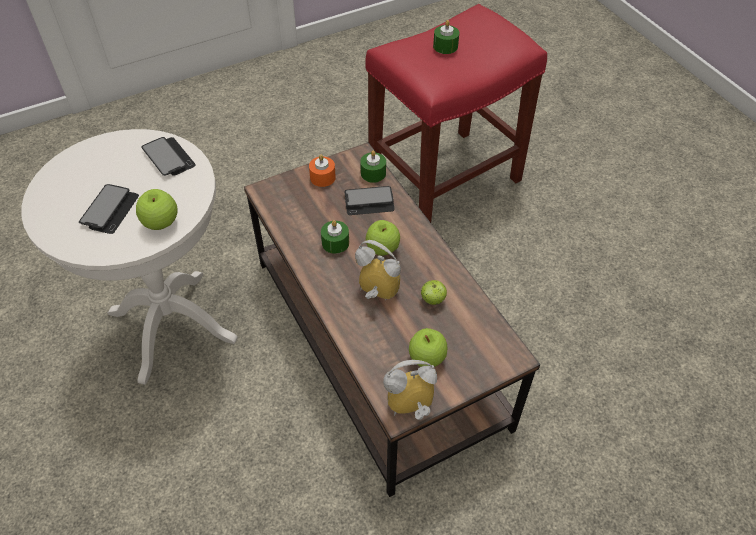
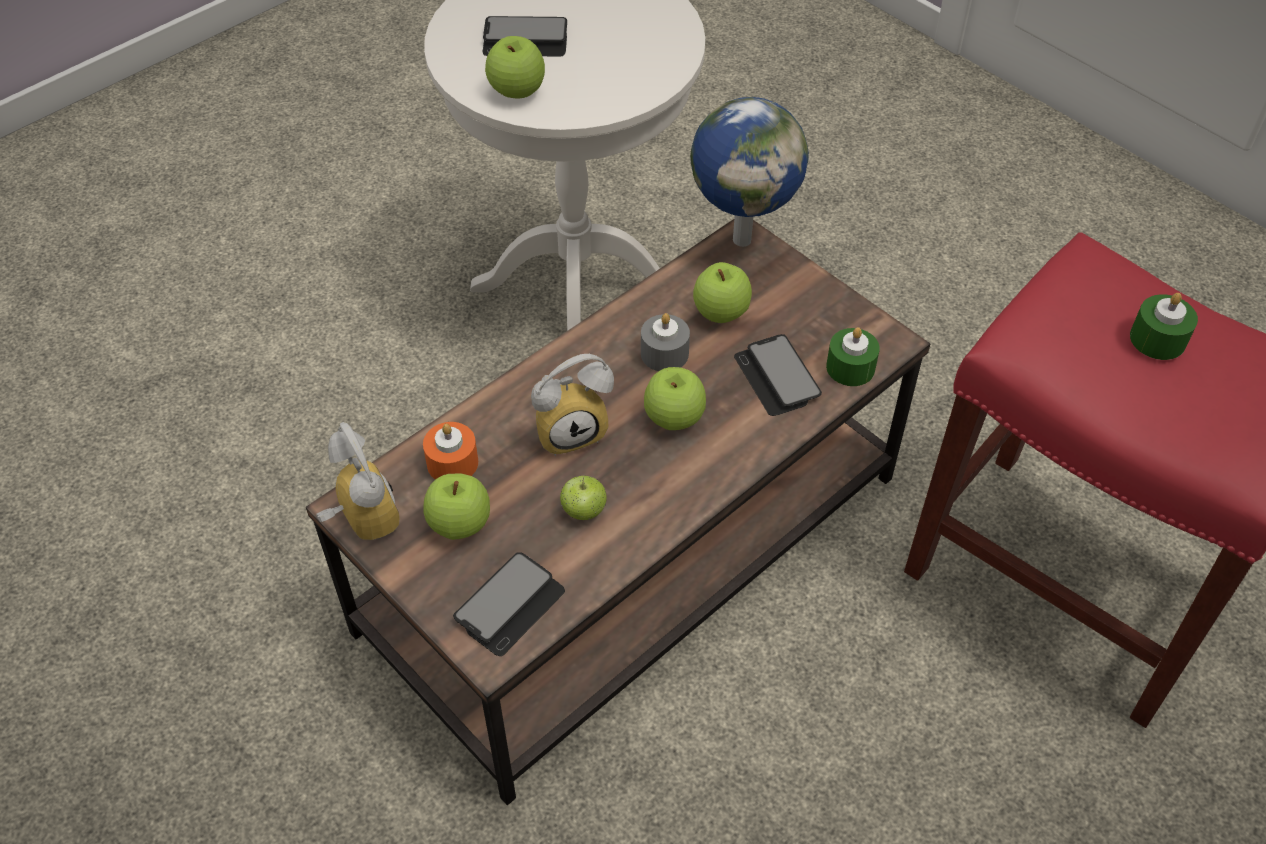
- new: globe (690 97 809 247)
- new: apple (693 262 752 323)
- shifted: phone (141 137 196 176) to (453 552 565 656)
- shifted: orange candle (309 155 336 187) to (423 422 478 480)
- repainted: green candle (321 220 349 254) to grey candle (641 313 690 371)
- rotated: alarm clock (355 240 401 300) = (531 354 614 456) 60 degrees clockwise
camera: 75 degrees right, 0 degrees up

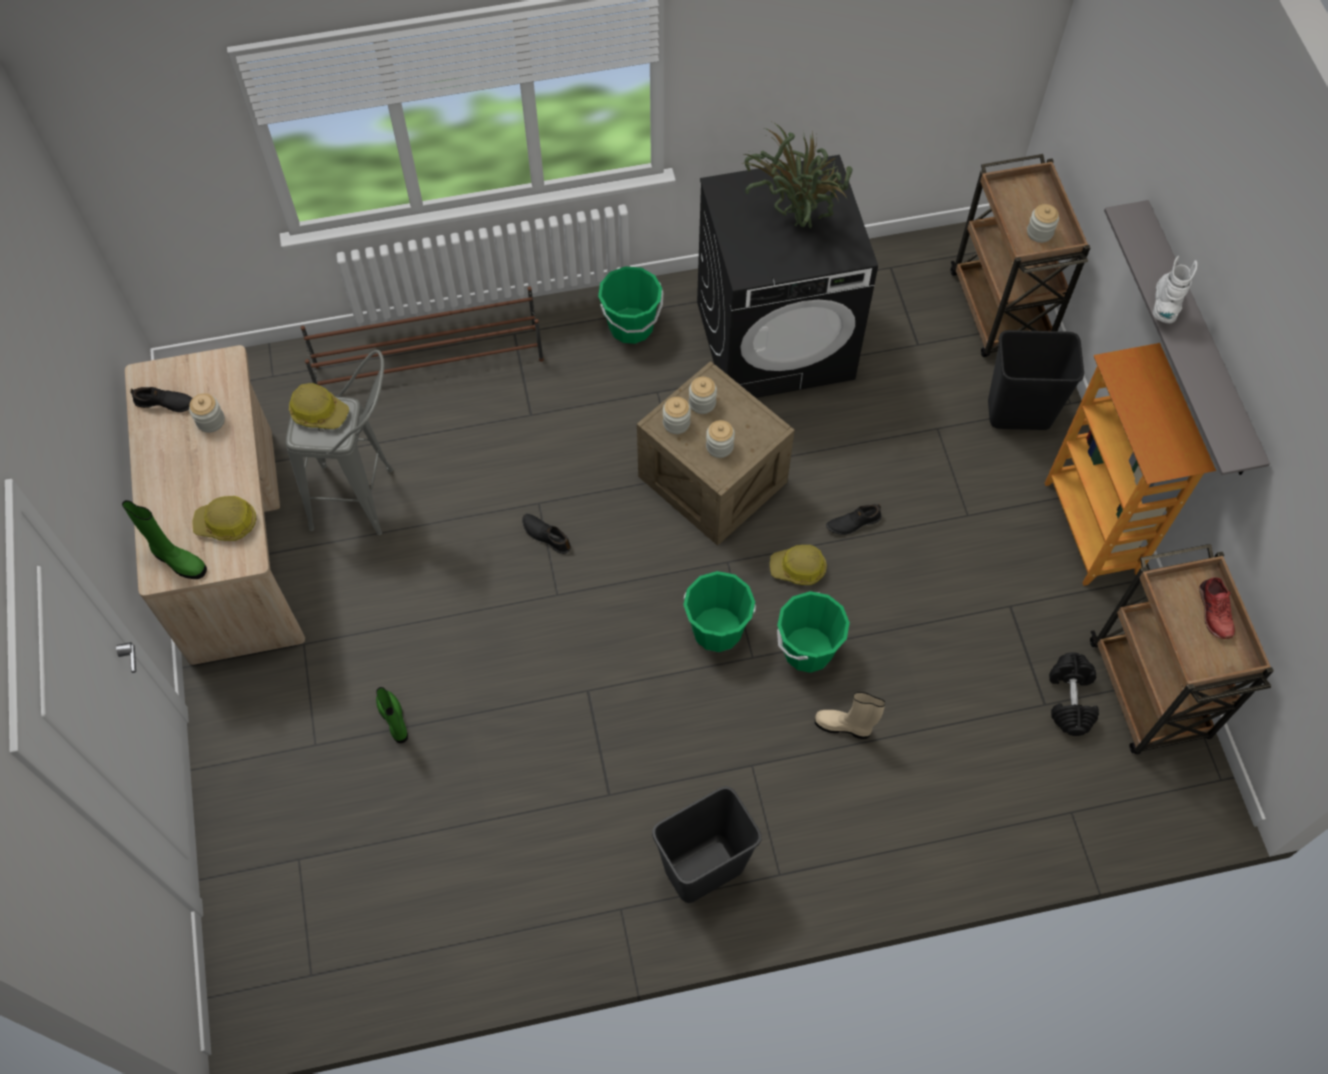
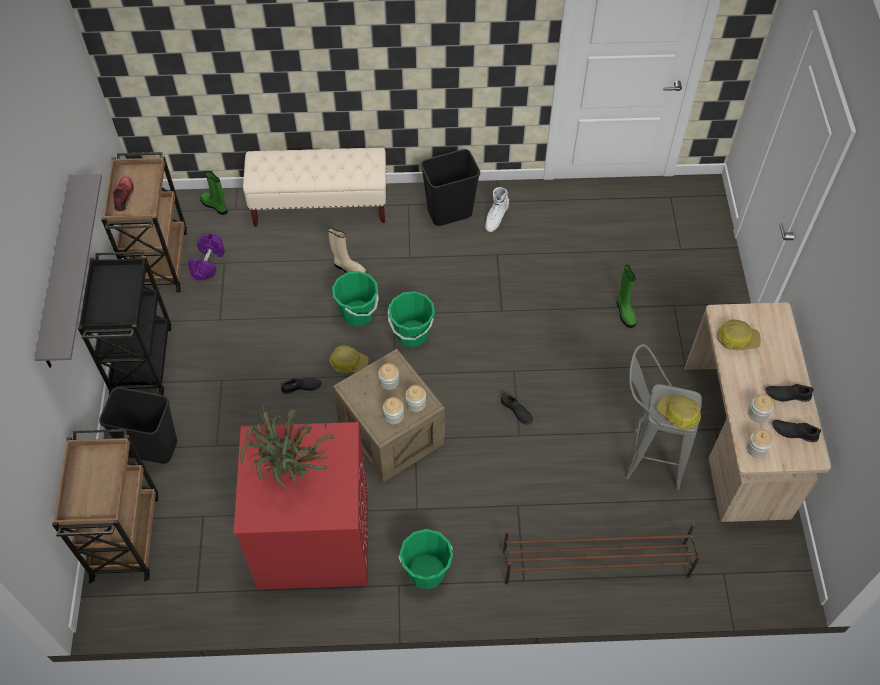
- new: beige bench (243 148 387 227)
- new: black shoe (765 384 814 402)
- shifted: green boot (122 500 207 579) to (200 171 228 215)
- shifted: jar (1027 204 1059 243) to (746 429 773 458)
- shifted: white boot (1153 256 1197 323) to (485 187 509 232)
- swapped: bookcase (1045 343 1216 586) to black cart (78 251 172 395)
- repainted: black washing machine (697 155 878 398) to red washing machine (234 422 368 590)
- repainted: black dumbbell (1049 652 1099 736) to purple dumbbell (188 233 225 281)
camera: 170 degrees left, 5 degrees down

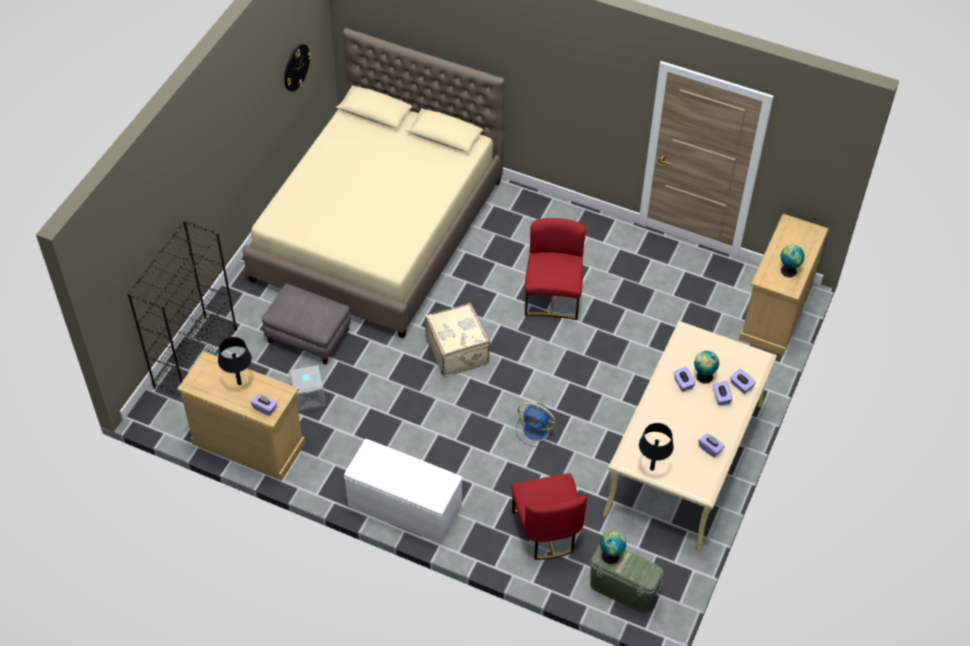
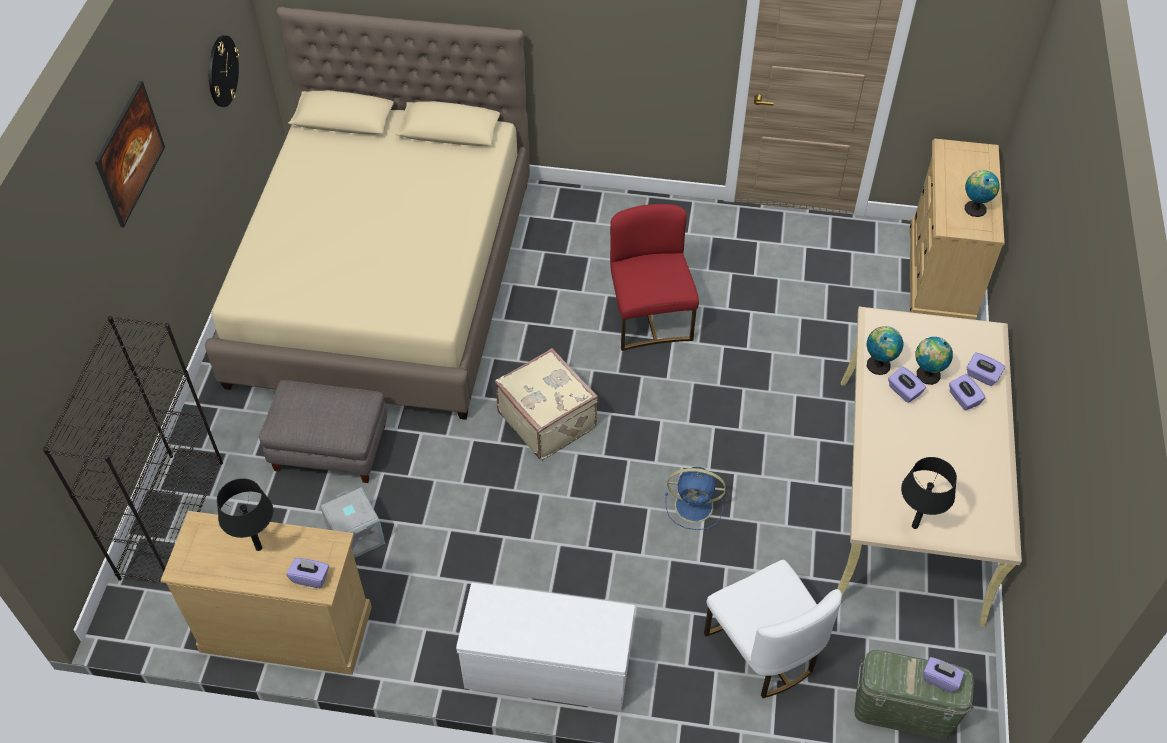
- new: picture (95 81 165 227)
- shifted: globe (600 530 626 564) to (867 326 904 375)
- shifted: purple tissue box (699 433 725 457) to (923 657 964 693)
- repainted: red chair (511 473 587 560) to white chair (704 560 842 698)
camera: 15 degrees left, 0 degrees up

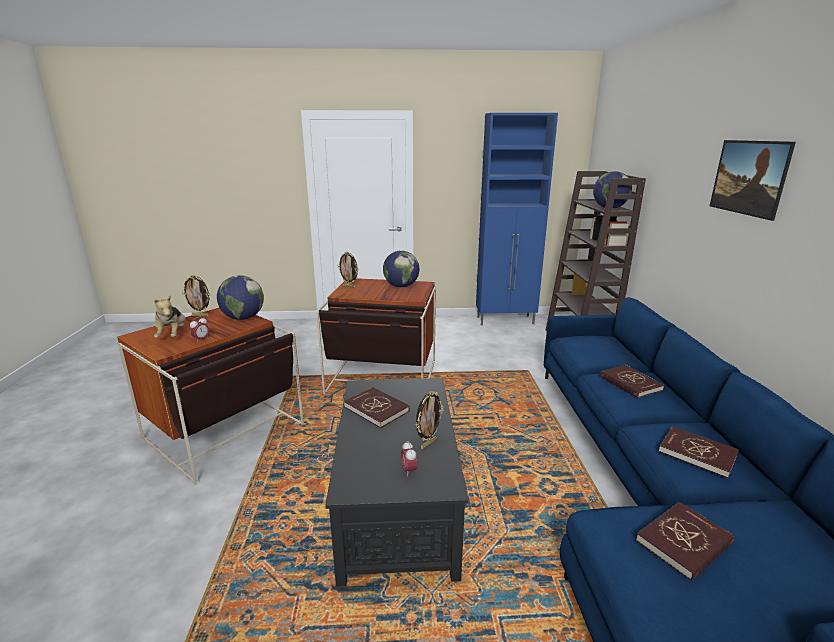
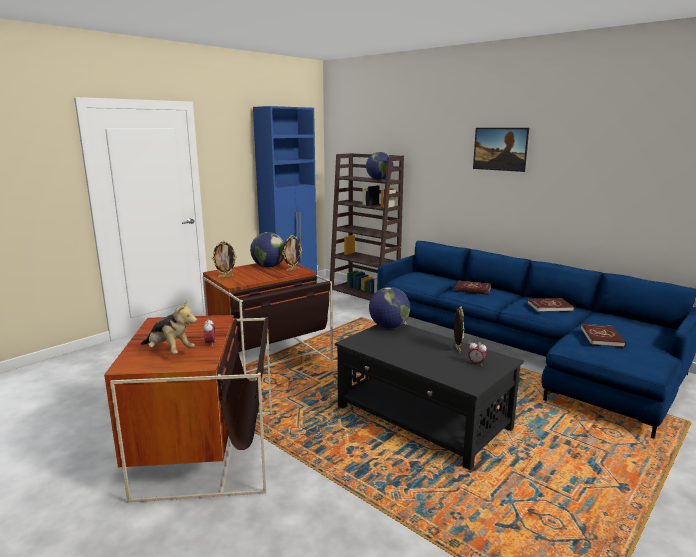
- gone: red book (344 387 410 428)
- shifted: picture frame (182 275 210 317) to (283 235 302 271)
- shifted: globe (217 275 264 320) to (369 287 410 328)
camera: 45 degrees left, 5 degrees down

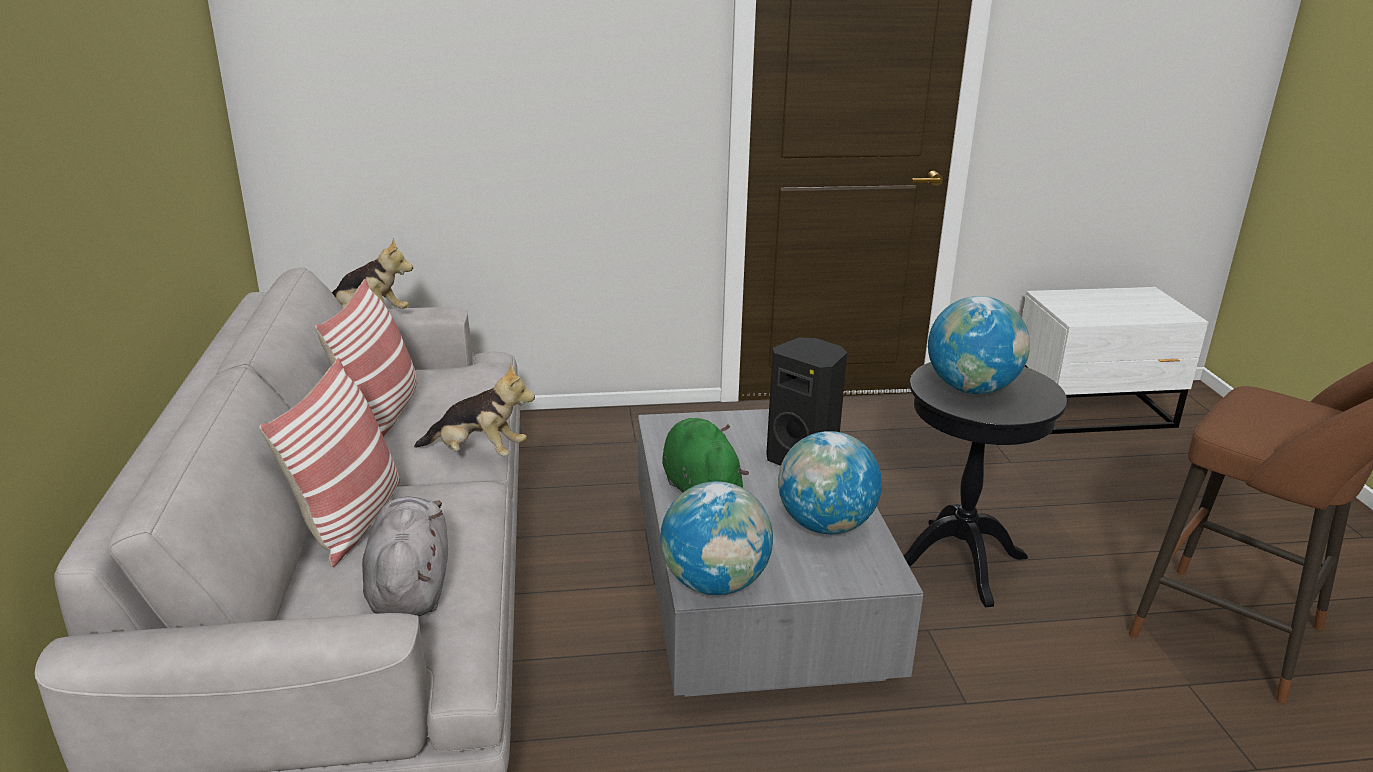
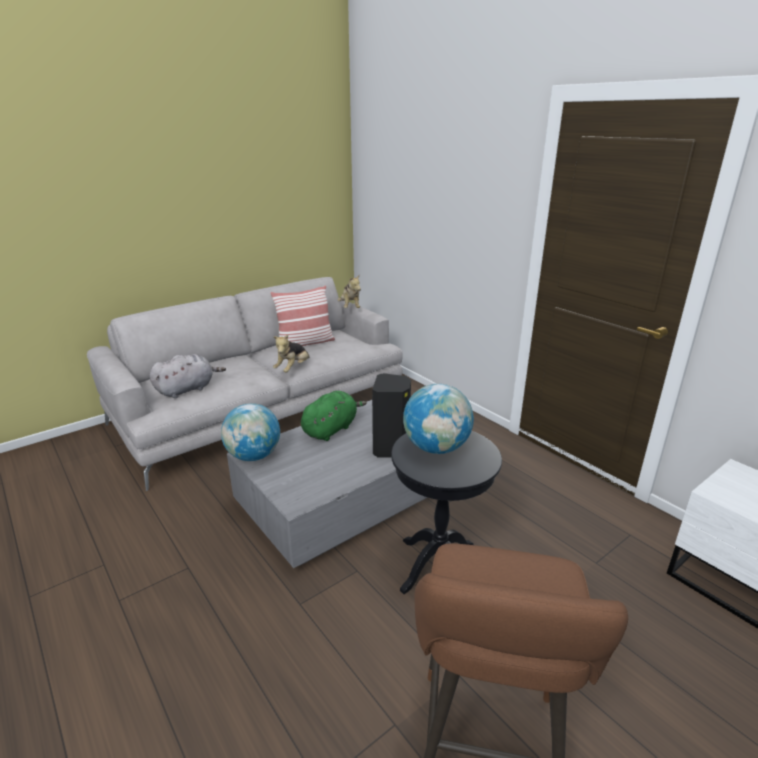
- gone: pillow (259 358 400 567)
- gone: globe (778 431 882 534)
- rotated: plush toy (414 363 535 456) = (273 334 310 372) 45 degrees clockwise
camera: 60 degrees right, 0 degrees up

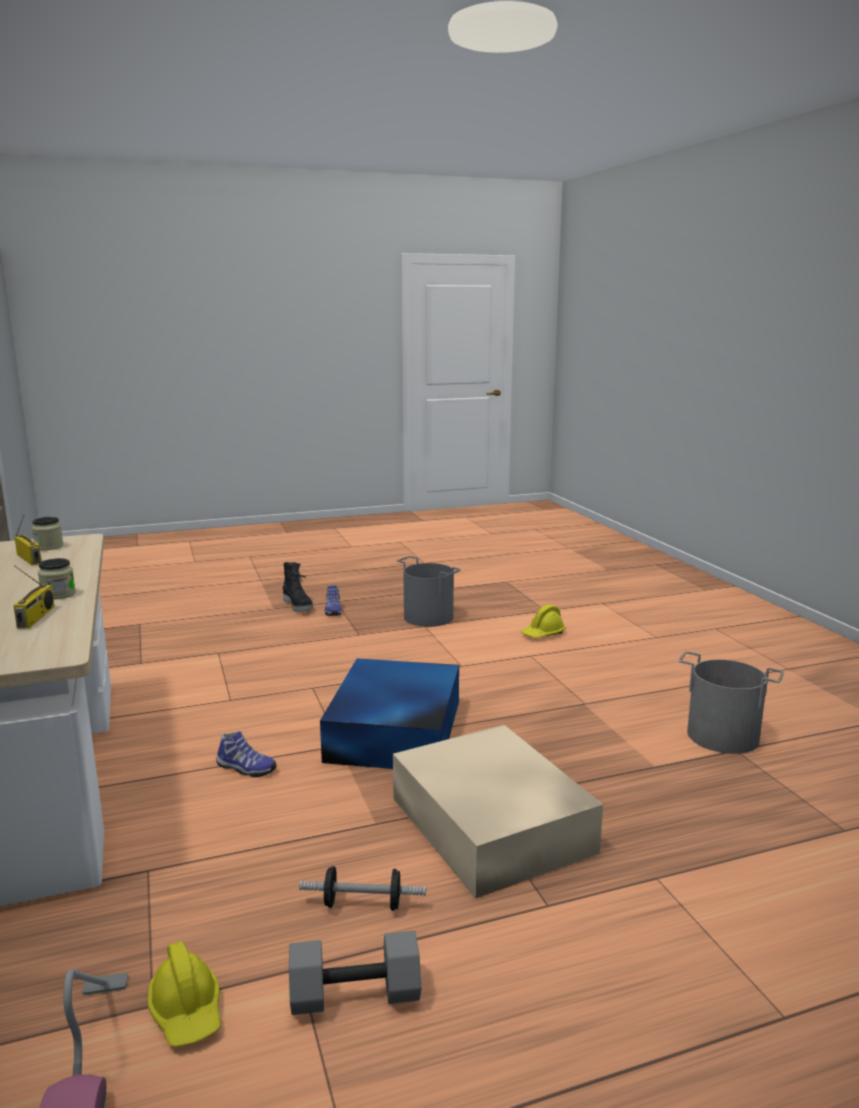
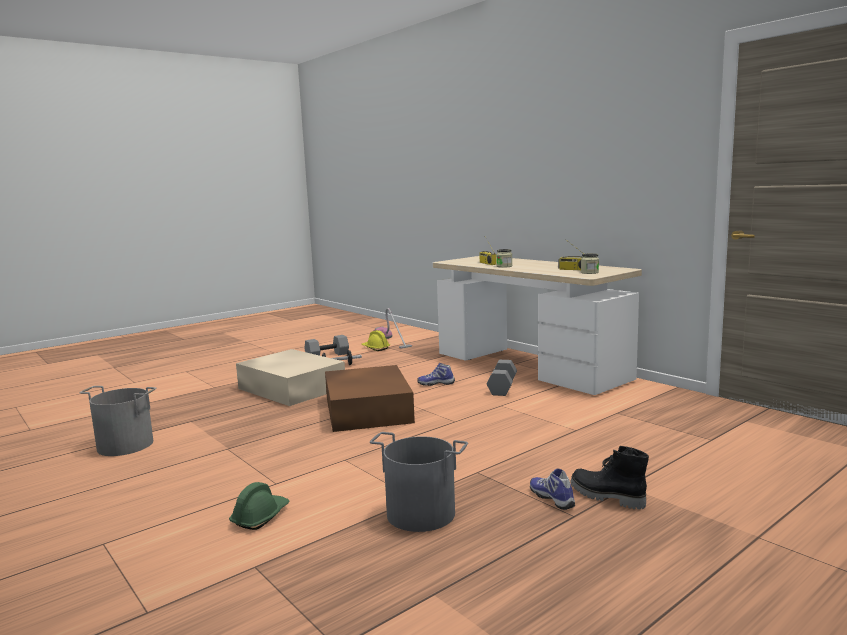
- new: grey dumbbell (487 360 517 396)
- repainted: blue storage box (320 658 459 769) to brown storage box (325 365 415 432)
- repainted: yellow hard hat (521 605 566 638) to green hard hat (229 482 290 530)
camera: 160 degrees right, 5 degrees down

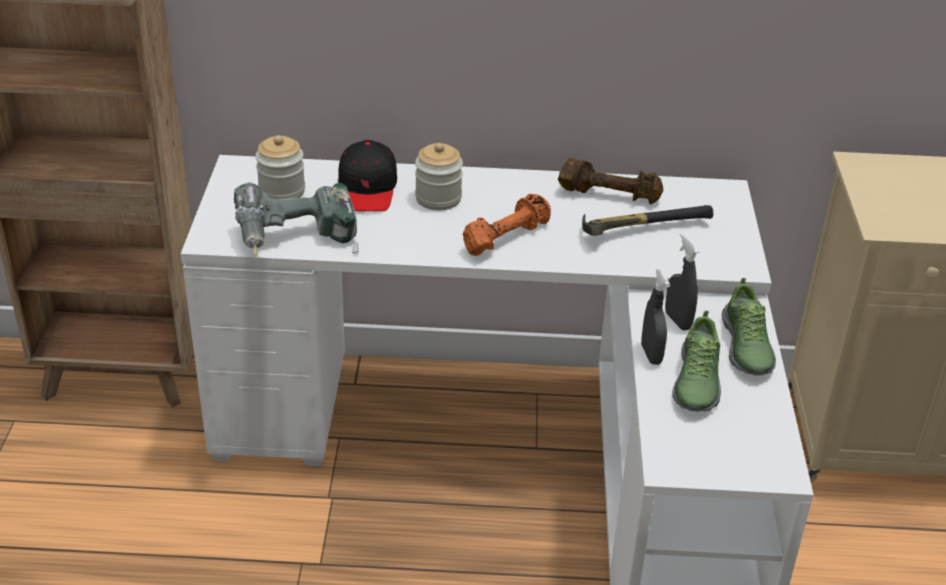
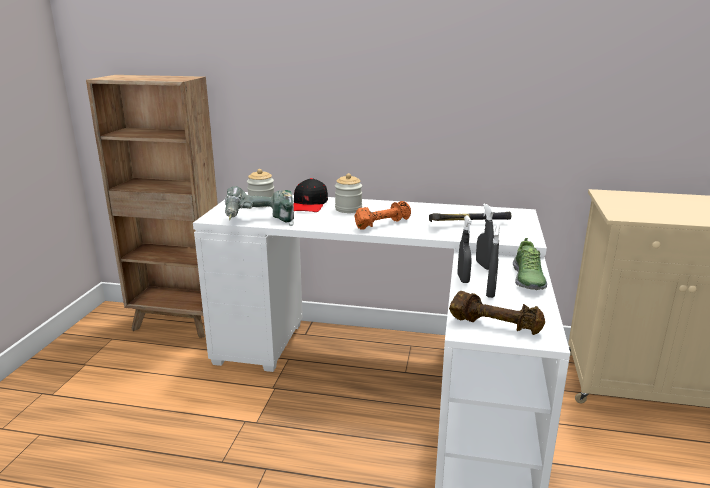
- shifted: brown dumbbell (558 158 663 205) to (449 291 545 335)
- swapped: shoe (672 310 721 412) to grey spray bottle (486 224 500 298)
camera: 10 degrees right, 15 degrees down

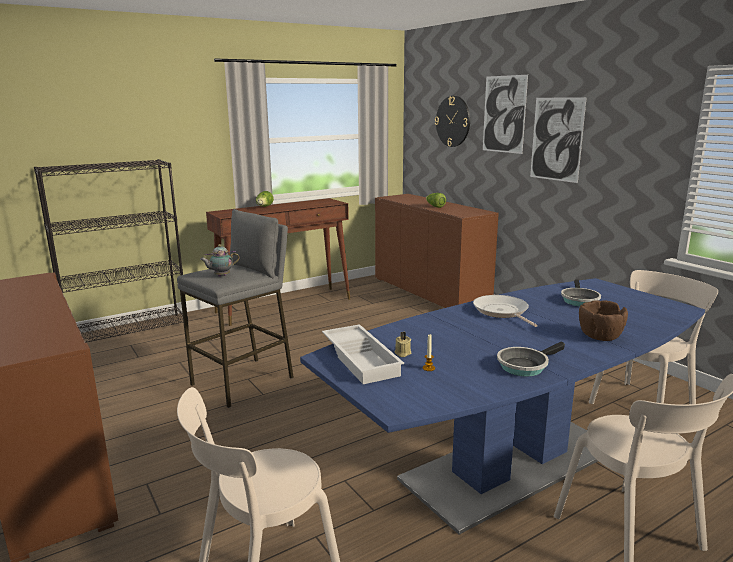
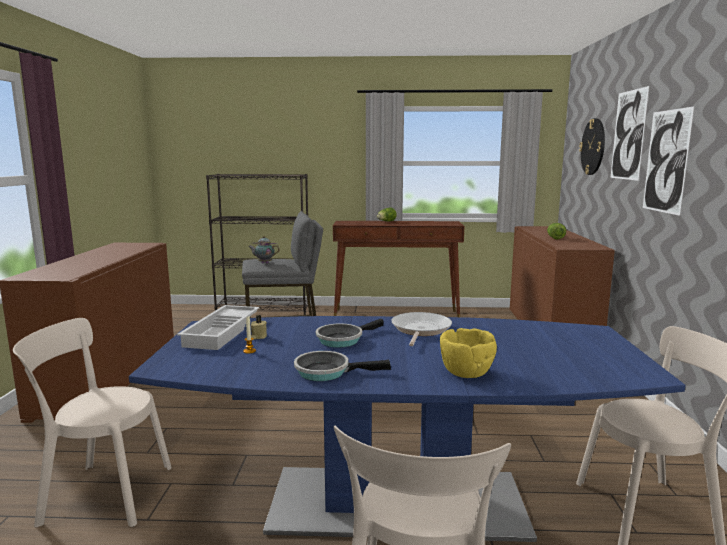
- shifted: frying pan (561 279 601 307) to (316 318 384 348)
- repainted: brown bowl (579 300 628 341) to yellow bowl (440 328 497 378)
camera: 35 degrees right, 5 degrees down

